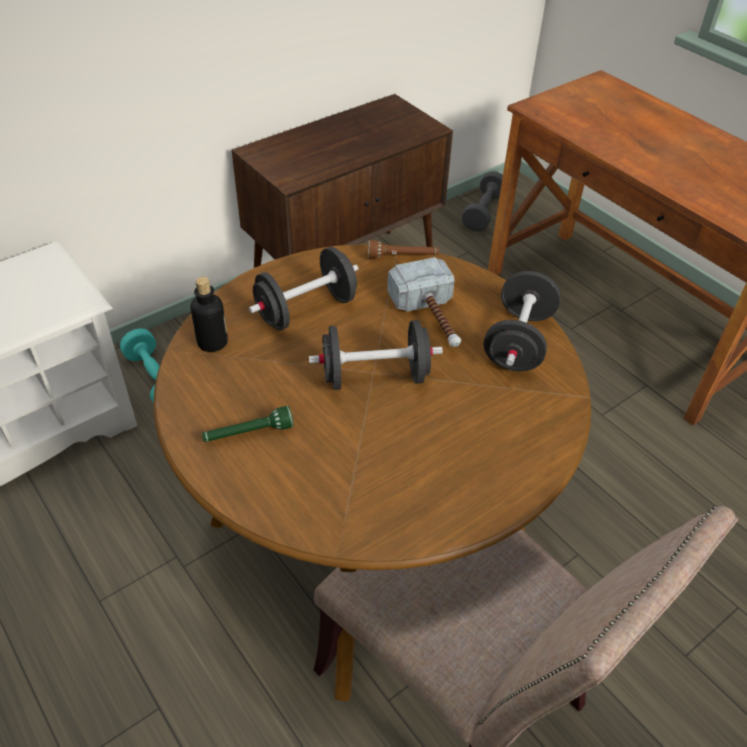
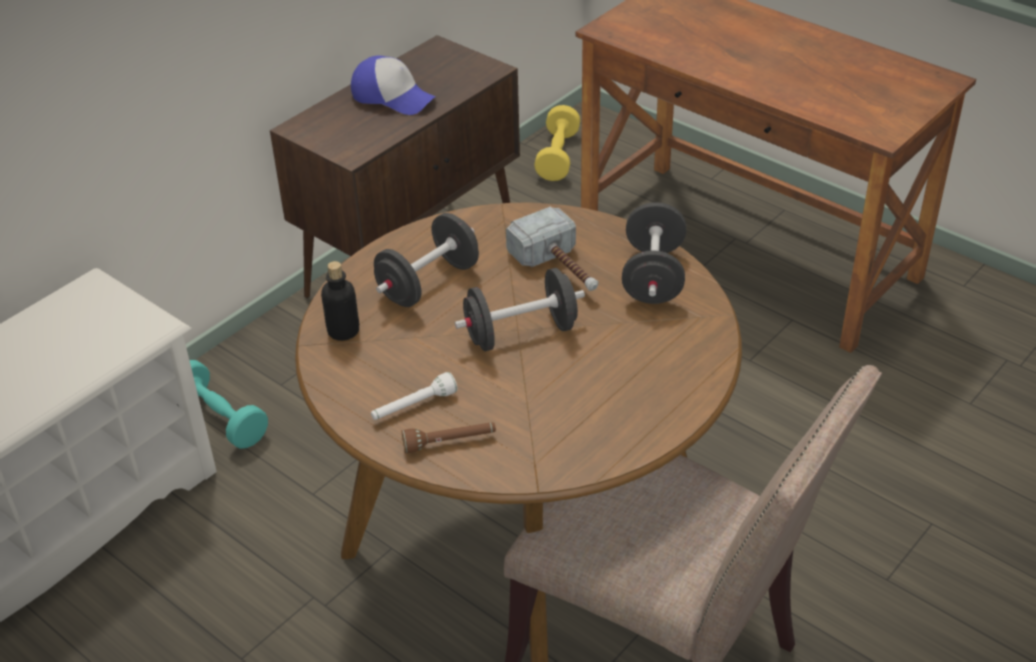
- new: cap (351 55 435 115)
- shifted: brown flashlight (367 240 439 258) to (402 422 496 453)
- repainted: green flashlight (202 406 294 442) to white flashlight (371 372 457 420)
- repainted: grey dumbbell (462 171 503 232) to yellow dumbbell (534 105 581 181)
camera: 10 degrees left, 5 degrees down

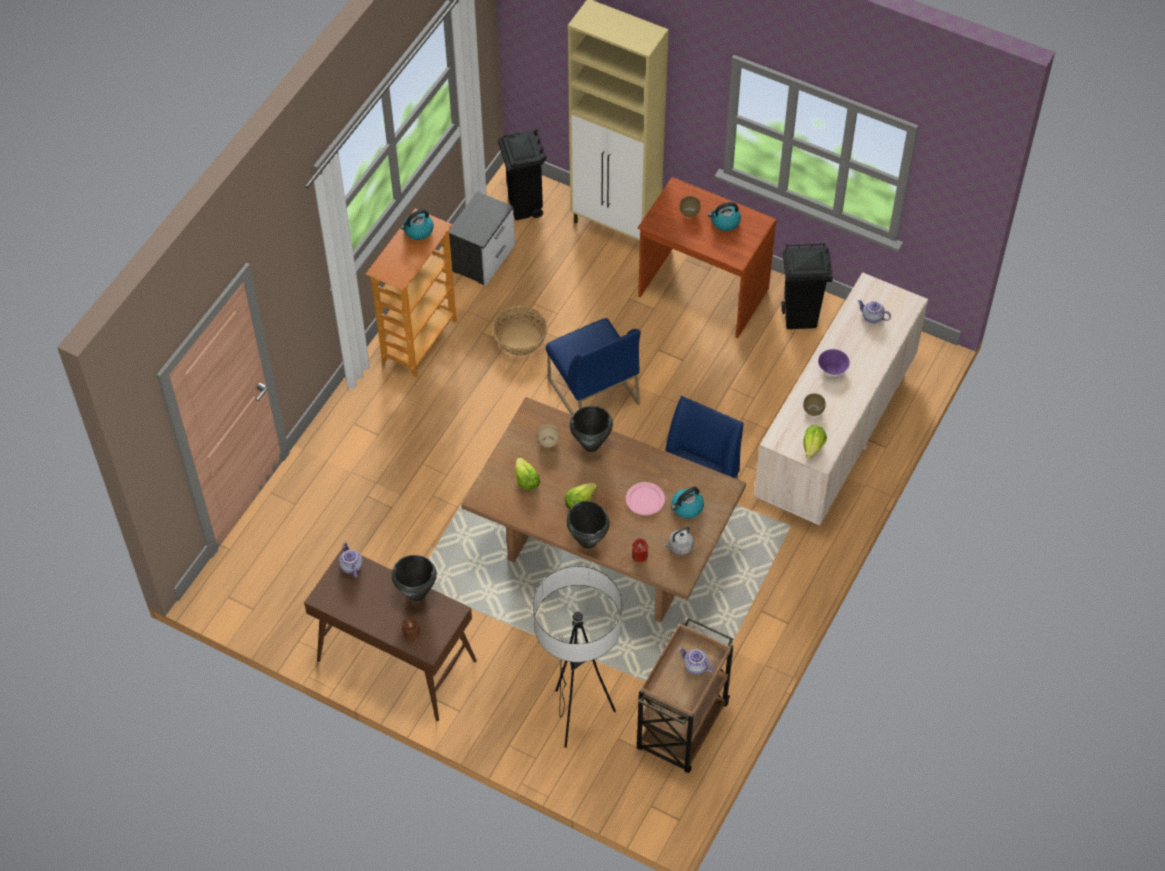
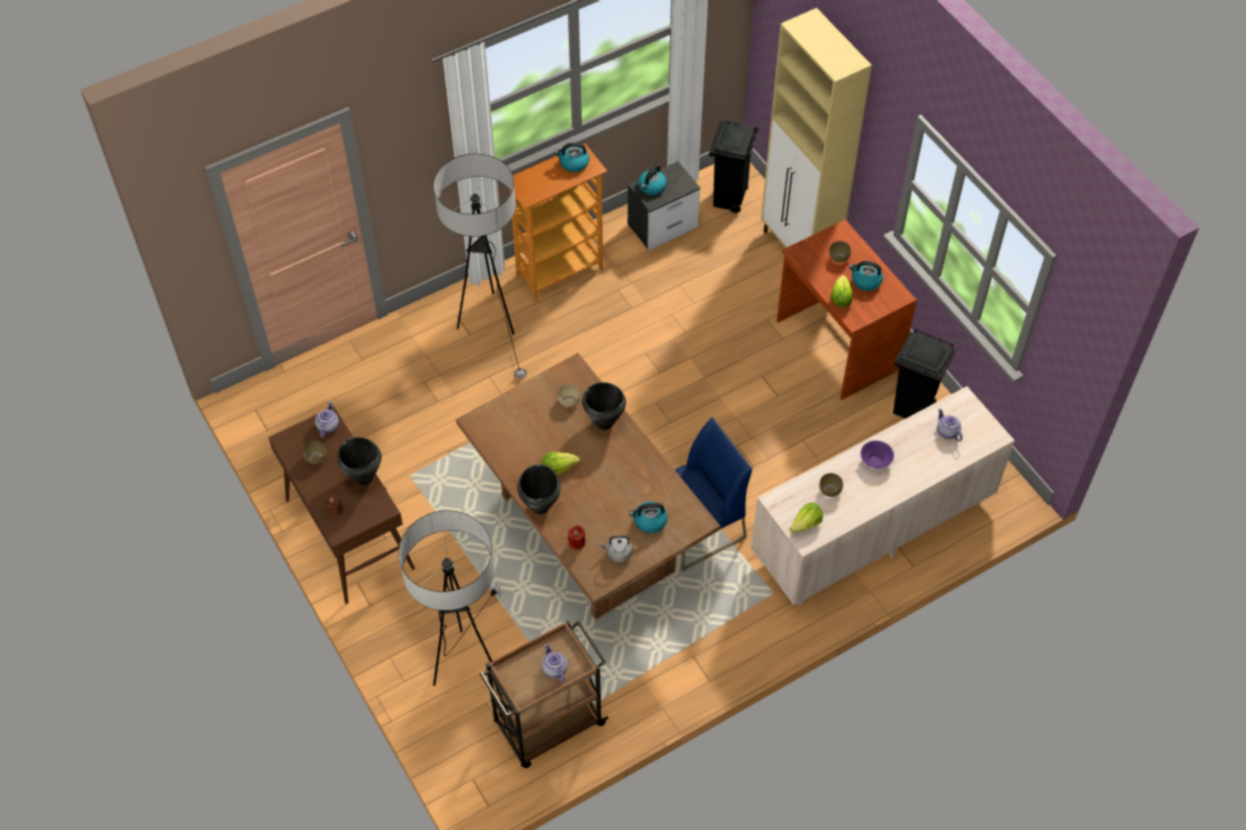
- gone: basket (492 306 548 356)
- gone: blue chair (546 318 641 415)
- gone: pink plate (626 482 665 515)
- new: brown bowl (303 441 327 464)
- new: floor lamp (433 154 527 380)
- new: kettle (638 165 667 195)
- shifted: lettuce (515 458 540 490) to (830 275 853 307)
camera: 30 degrees right, 0 degrees up

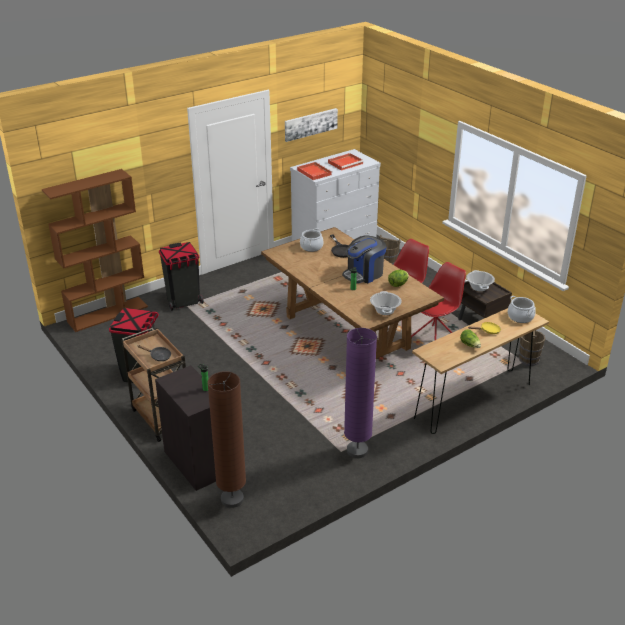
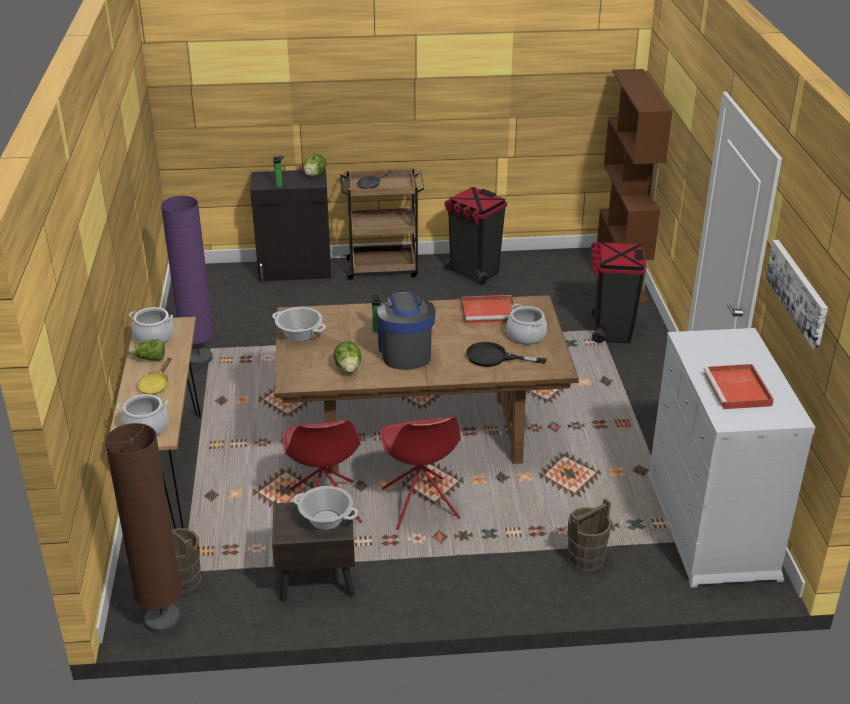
- new: cooking pot (129 307 174 343)
- new: lettuce (303 154 327 177)
- shifted: brown floor lamp (207 371 246 508) to (105 423 181 634)
- shifted: red tray (297 162 332 180) to (461 295 515 324)
camera: 120 degrees right, 0 degrees up

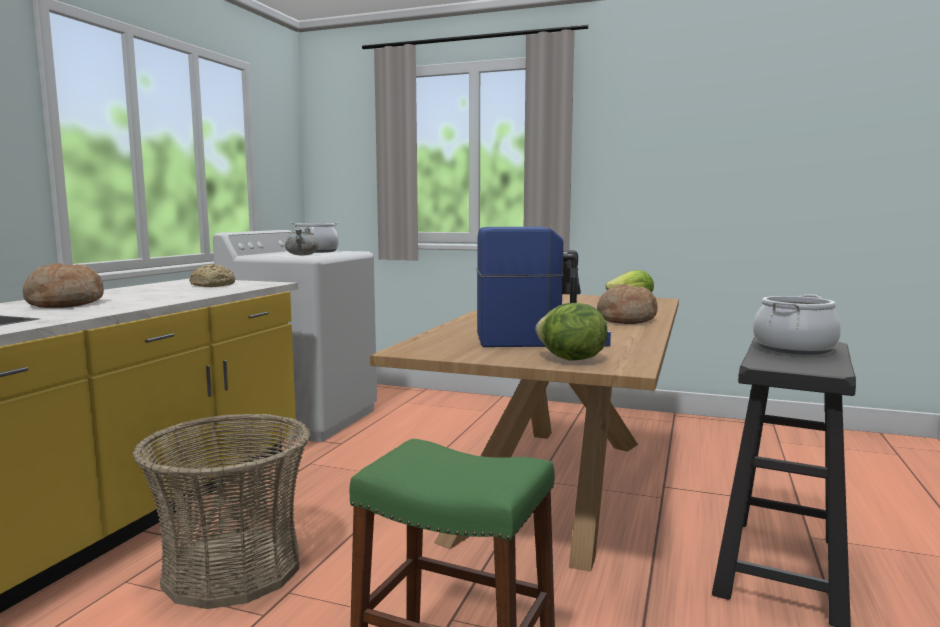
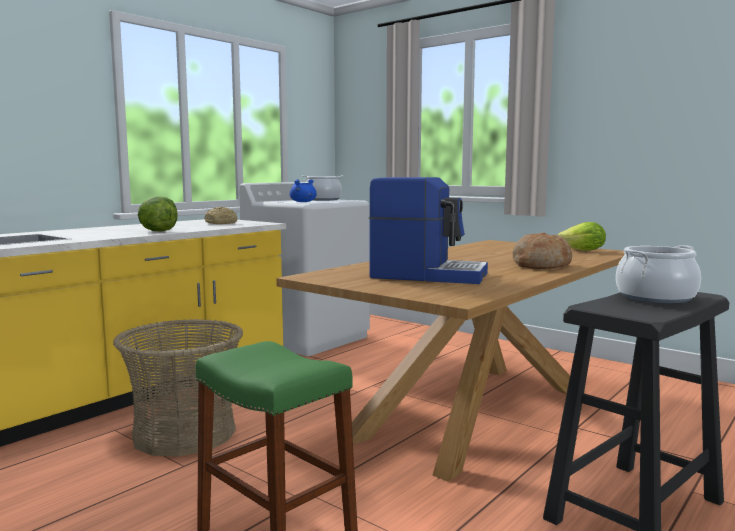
- gone: bread (23 263 104 308)
- shifted: lettuce (535 303 607 360) to (138 196 178 232)
- repainted: grey cooking pot (285 227 319 256) to blue cooking pot (290 179 317 202)
camera: 20 degrees right, 0 degrees up

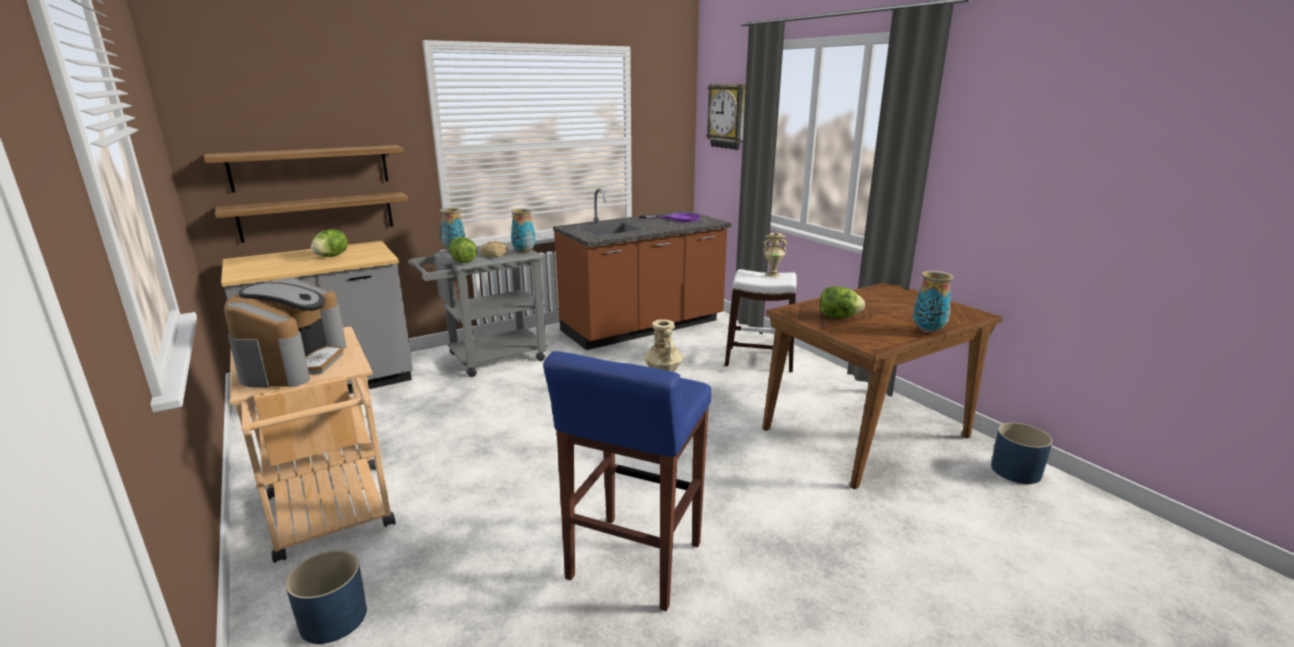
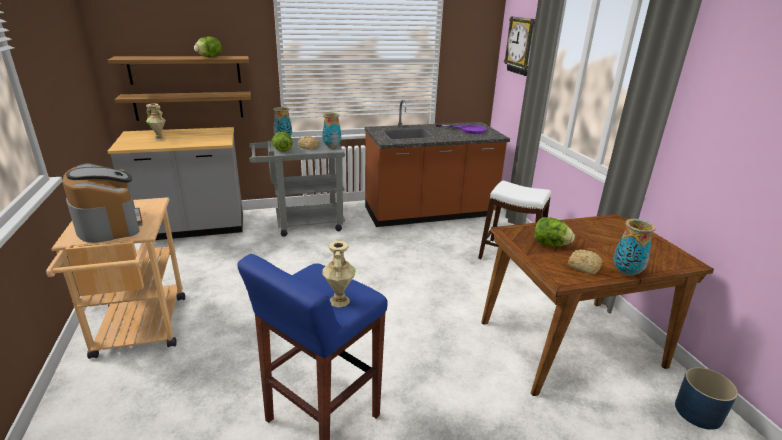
- gone: blue planter (286 550 367 644)
- new: bread (567 249 602 275)
- shifted: lettuce (311 229 348 257) to (194 36 222 57)
- shifted: beige vase (764 233 787 277) to (146 103 166 141)
- rotated: coffee machine (224 278 347 387) = (62 163 143 243) 45 degrees counterclockwise
camera: 15 degrees right, 5 degrees up

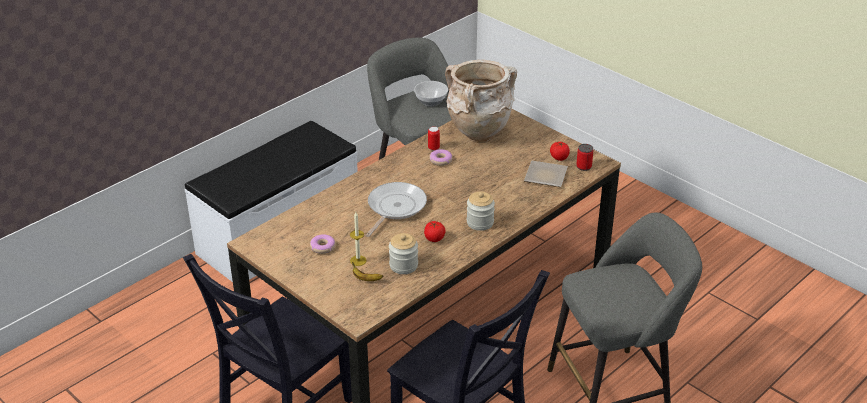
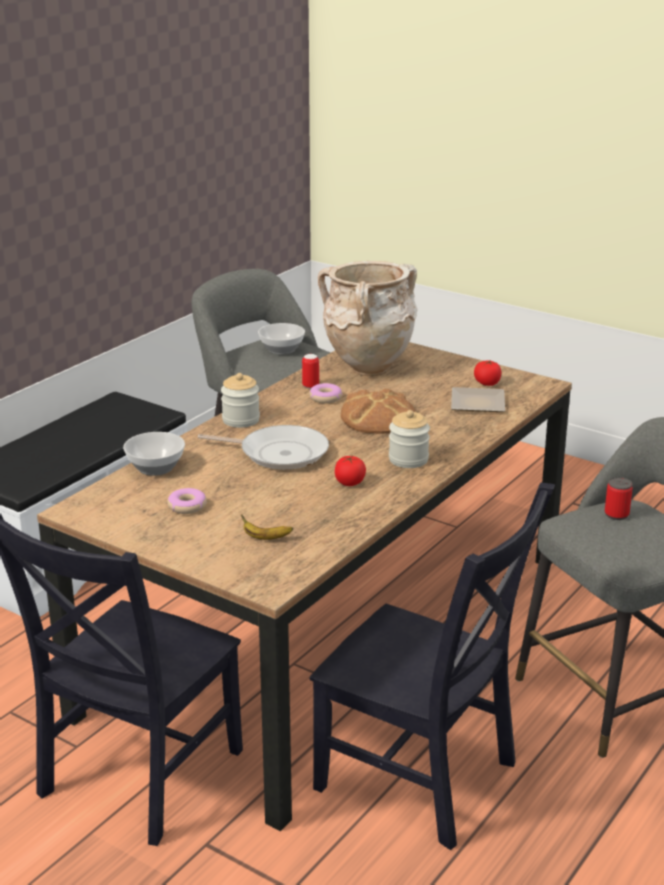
- gone: candle (350 212 367 266)
- new: bowl (123 432 185 476)
- new: bread (341 389 415 434)
- shifted: jar (389 233 418 274) to (221 373 260 428)
- shifted: can (576 144 593 171) to (605 477 633 520)
- rotated: frying pan (366 182 427 237) = (198 425 329 470) 90 degrees clockwise
camera: 10 degrees left, 10 degrees down

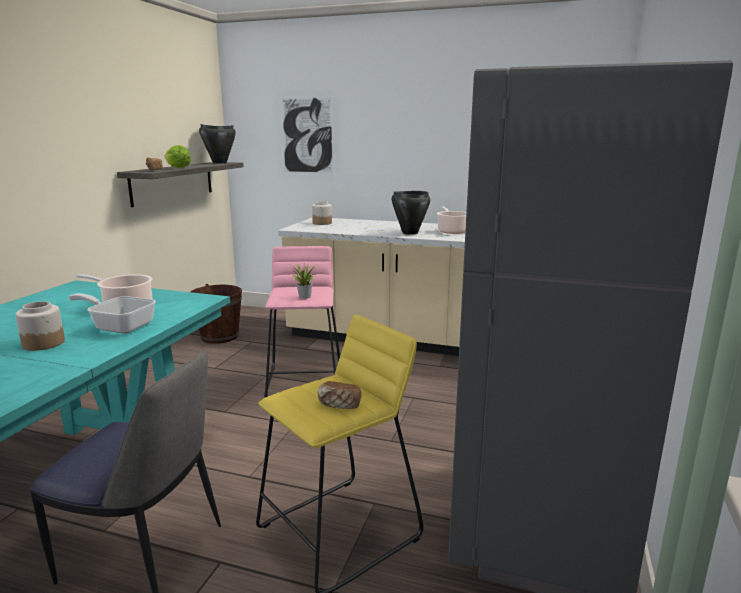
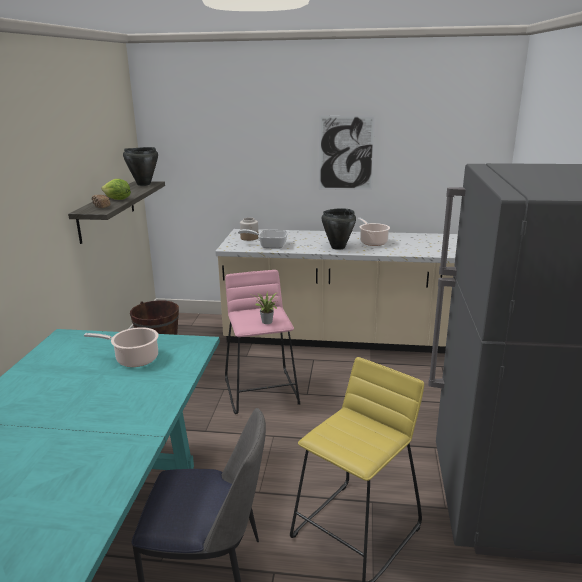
- gone: jar (15 301 65 351)
- gone: bread (318 381 362 409)
- shifted: frying pan (68 293 156 334) to (238 229 288 249)
- shifted: picture (280 96 334 174) to (319 115 375 190)
camera: 10 degrees left, 5 degrees up

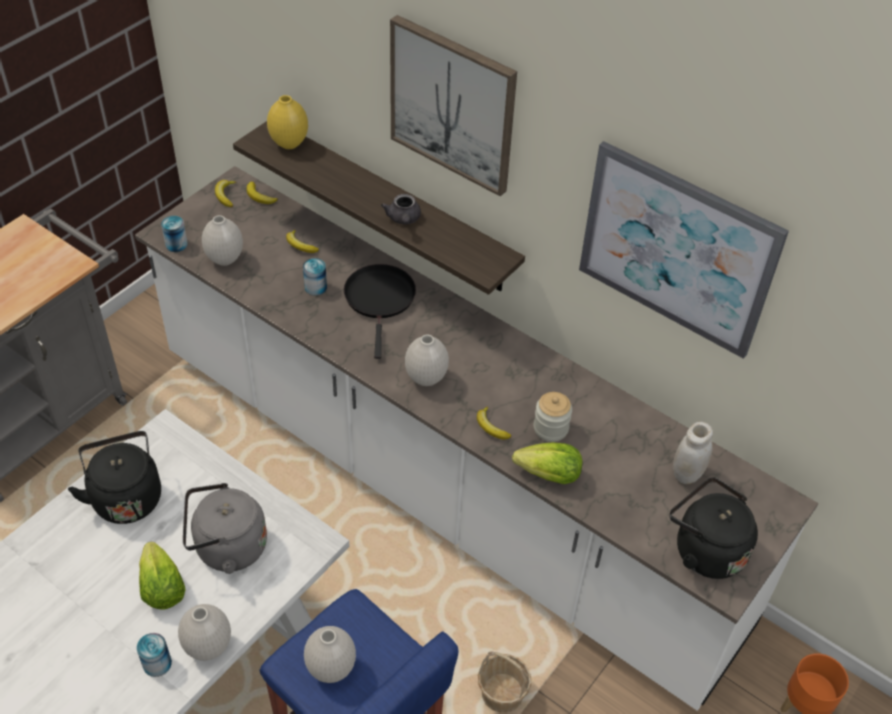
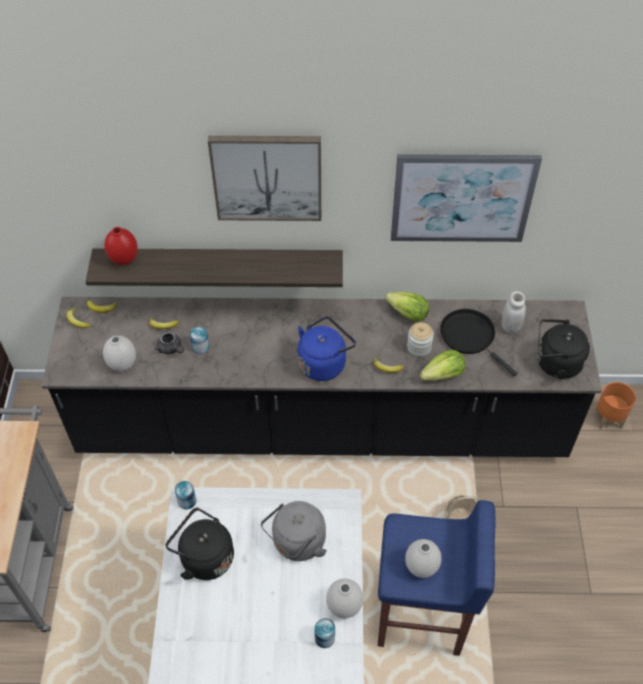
- shifted: lettuce (139 542 186 610) to (385 292 429 322)
- shifted: can (161 216 188 252) to (175 481 196 509)
- shifted: black frying pan (344 264 416 359) to (440 309 518 376)
- shifted: grey teapot (381 194 421 224) to (155 331 184 354)
- swapped: white vase (405 334 449 386) to blue kettle (297 316 356 381)
- repainted: white counter (135 166 818 711) to black counter (42 297 602 457)
- repainted: yellow vase (267 95 308 149) to red vase (104 227 138 265)
camera: 35 degrees left, 5 degrees up

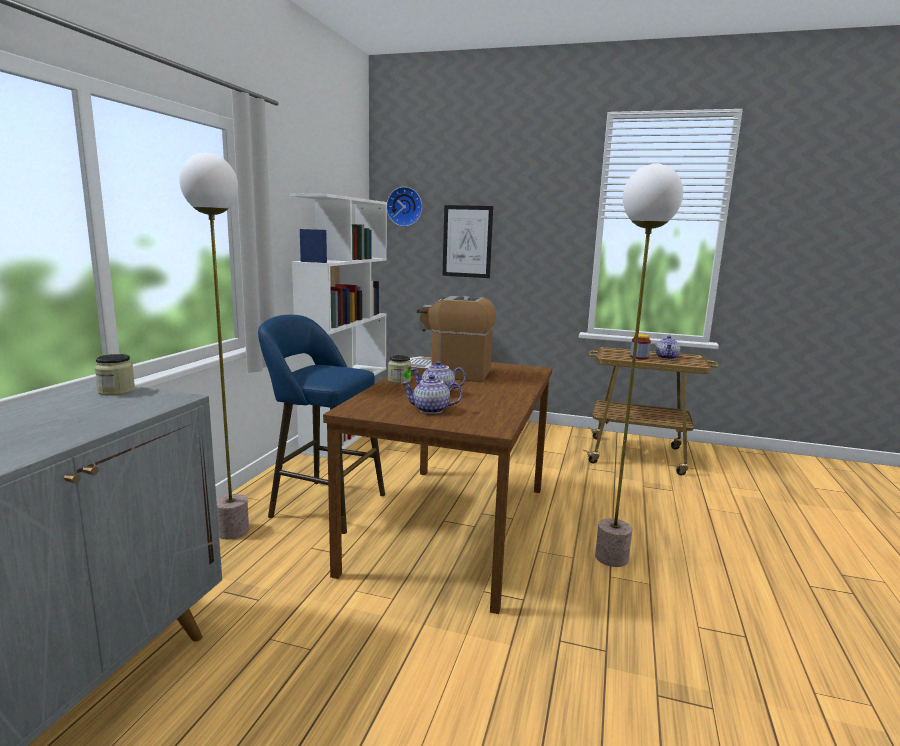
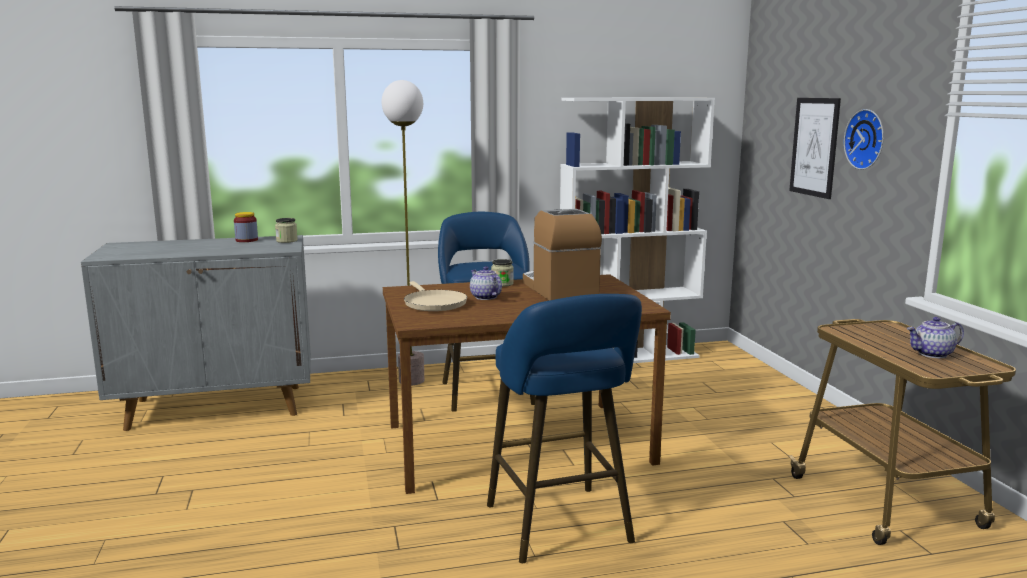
- shifted: wall clock (387 187 422 227) to (844 109 884 170)
- shifted: jar (630 334 651 360) to (234 212 258 242)
- swapped: teapot (401 375 462 414) to beige frying pan (404 281 467 311)
- swapped: floor lamp (595 164 683 567) to blue stool (487 294 642 563)
camera: 60 degrees right, 0 degrees up

